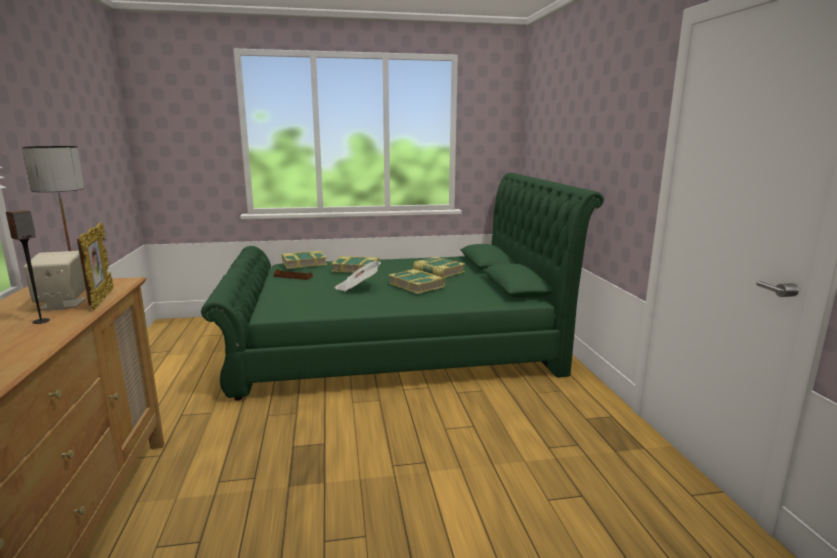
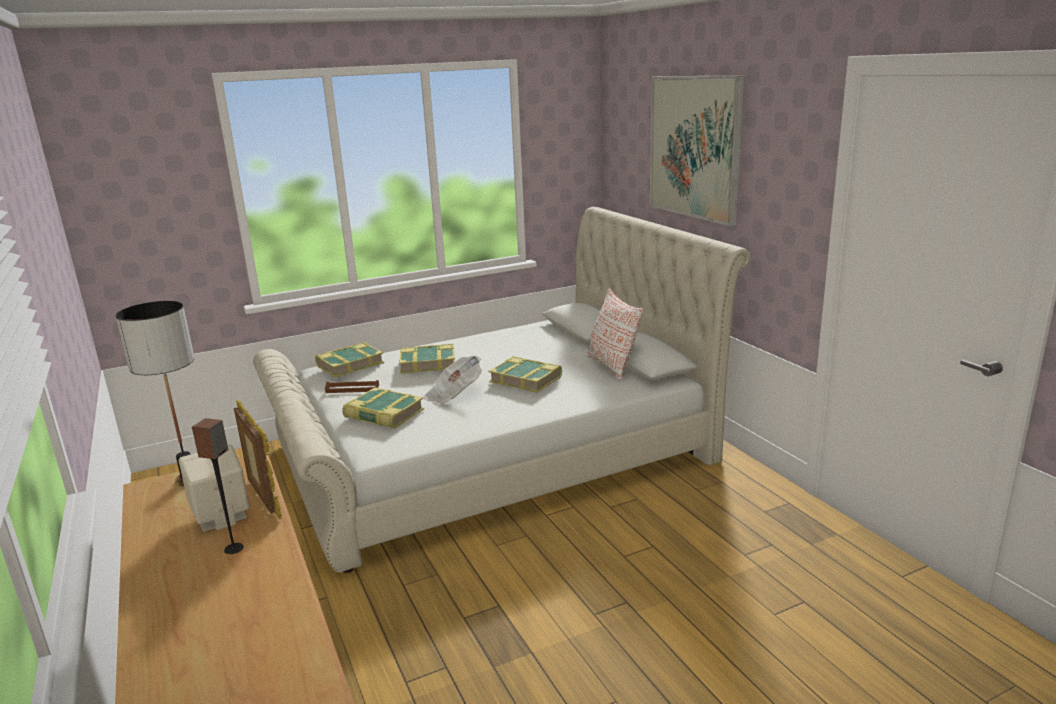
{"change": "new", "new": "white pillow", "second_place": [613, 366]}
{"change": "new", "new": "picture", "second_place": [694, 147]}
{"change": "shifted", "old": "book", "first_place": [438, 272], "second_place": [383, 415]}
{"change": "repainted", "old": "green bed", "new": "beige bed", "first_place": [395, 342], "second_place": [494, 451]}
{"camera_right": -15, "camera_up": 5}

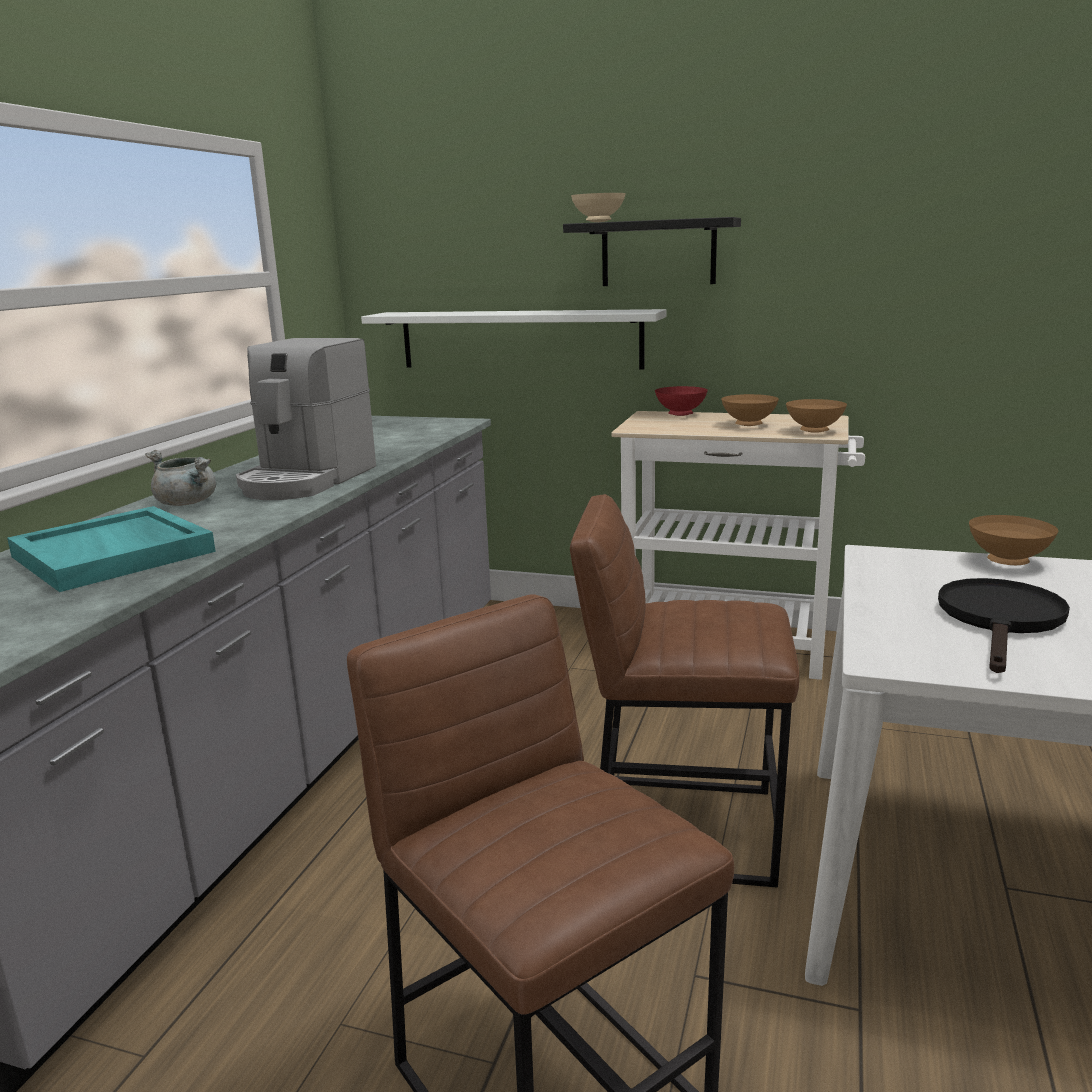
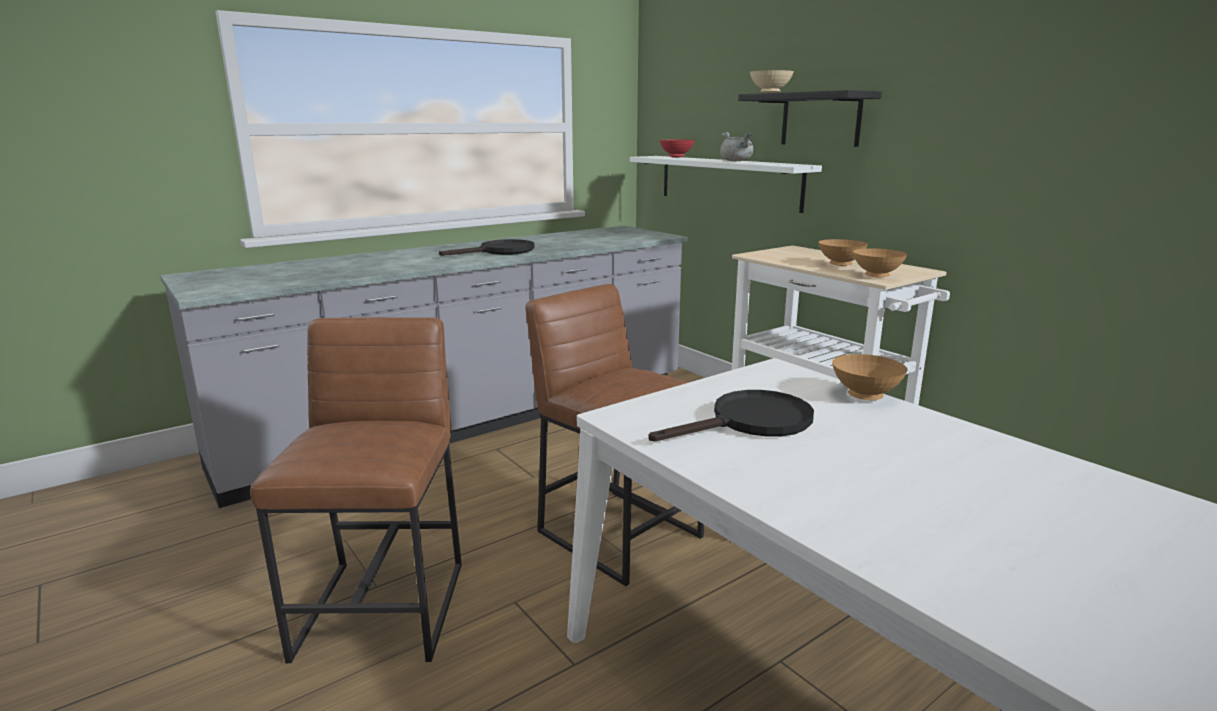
{"change": "gone", "old": "turquoise tray", "first_place": [115, 554]}
{"change": "shifted", "old": "grey cooking pot", "first_place": [187, 503], "second_place": [736, 161]}
{"change": "shifted", "old": "red bowl", "first_place": [679, 415], "second_place": [675, 157]}
{"change": "swapped", "old": "coffee machine", "new": "black frying pan", "first_place": [307, 480], "second_place": [500, 251]}
{"camera_right": 35, "camera_up": 0}

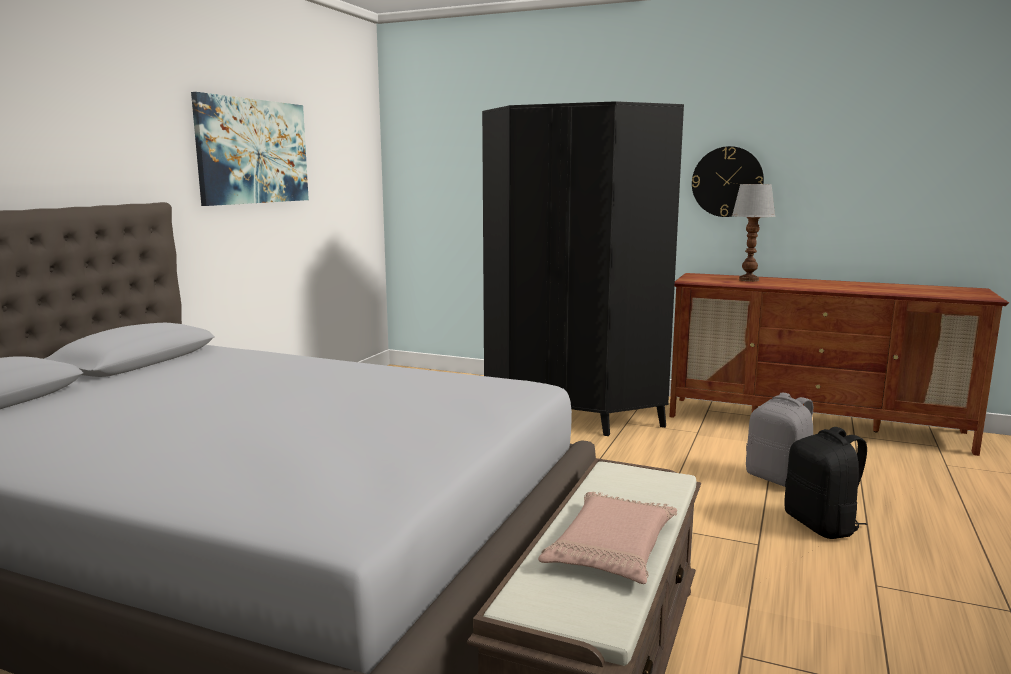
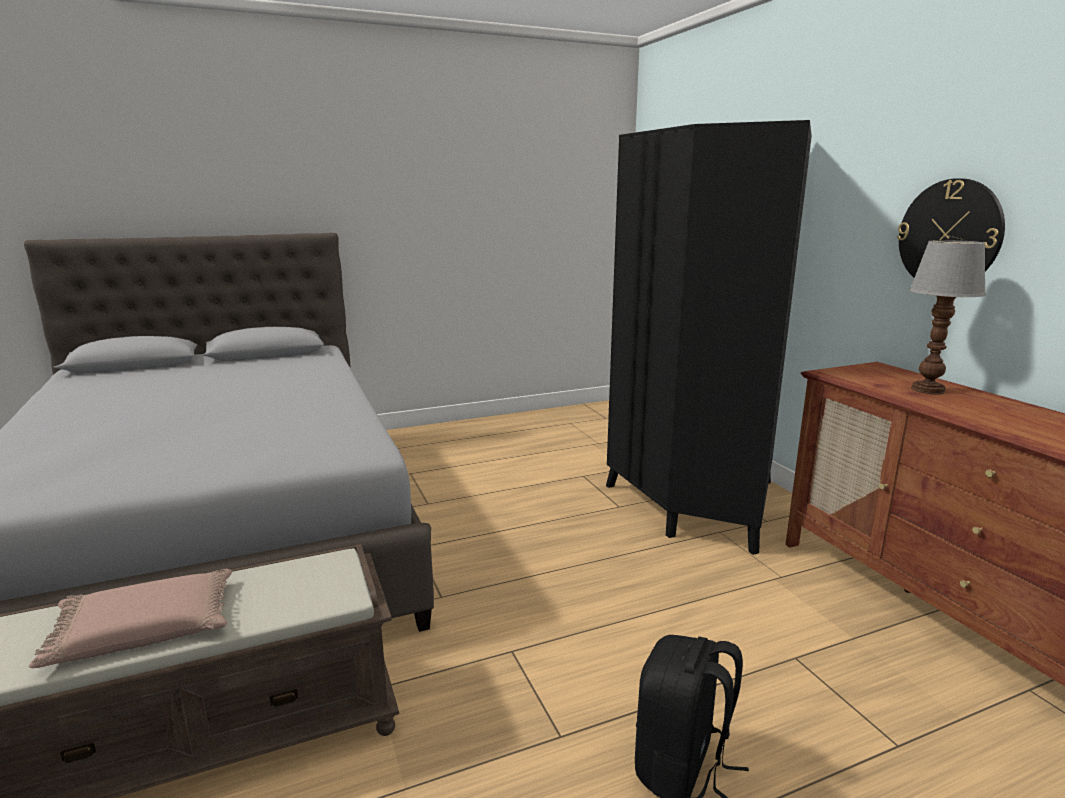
{"change": "gone", "old": "picture", "first_place": [253, 151]}
{"change": "gone", "old": "grey backpack", "first_place": [779, 479]}
{"camera_right": 45, "camera_up": 5}

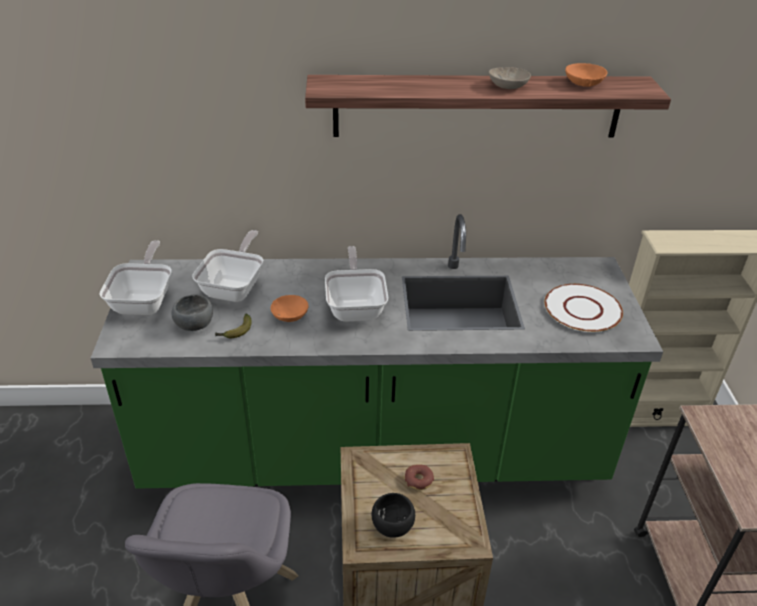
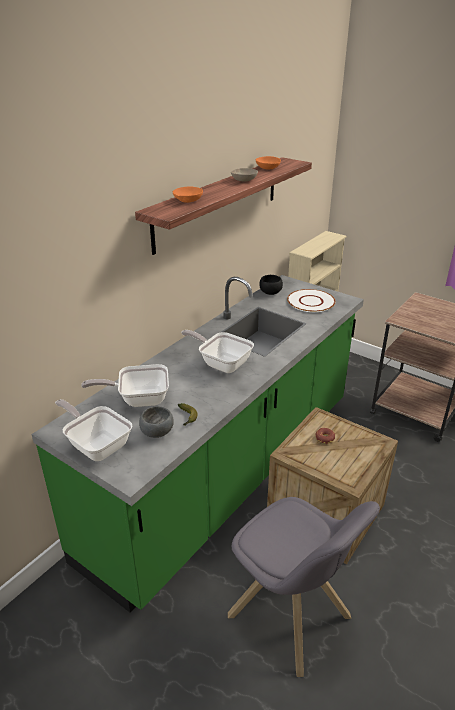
{"change": "shifted", "old": "orange bowl", "first_place": [291, 316], "second_place": [189, 200]}
{"change": "shifted", "old": "black bowl", "first_place": [393, 524], "second_place": [270, 292]}
{"change": "rotated", "old": "frying pan", "first_place": [235, 287], "second_place": [138, 399], "degrees": -60}
{"camera_right": -50, "camera_up": -5}

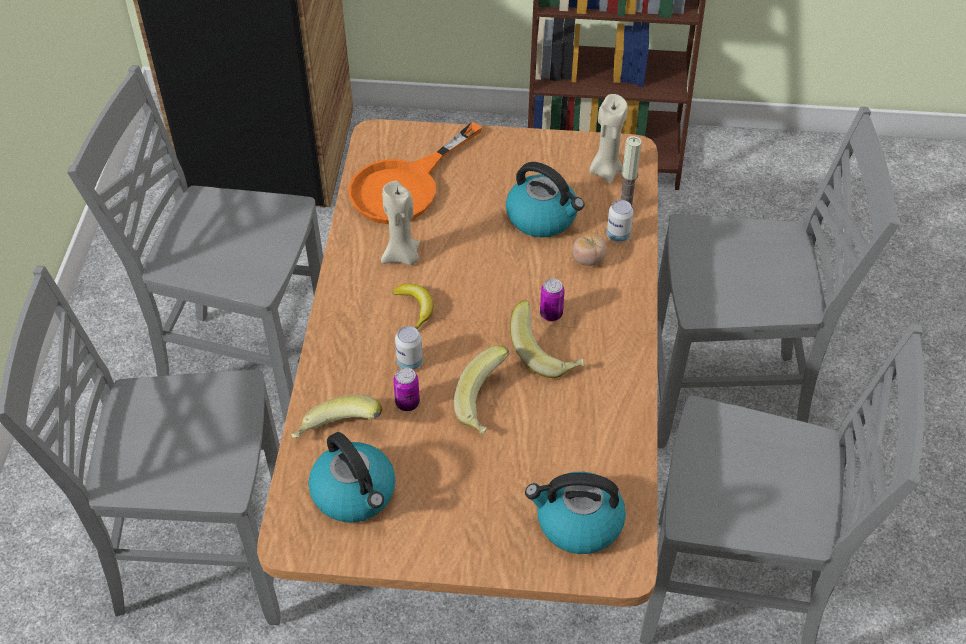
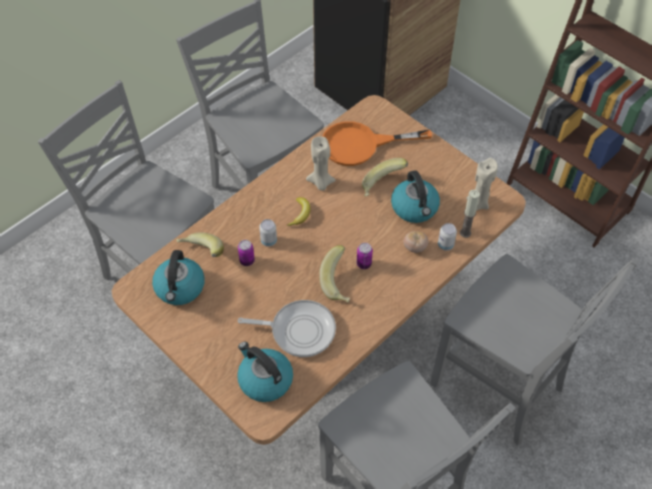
{"change": "new", "new": "frying pan", "second_place": [299, 330]}
{"change": "shifted", "old": "banana", "first_place": [486, 404], "second_place": [383, 186]}
{"camera_right": 40, "camera_up": 5}

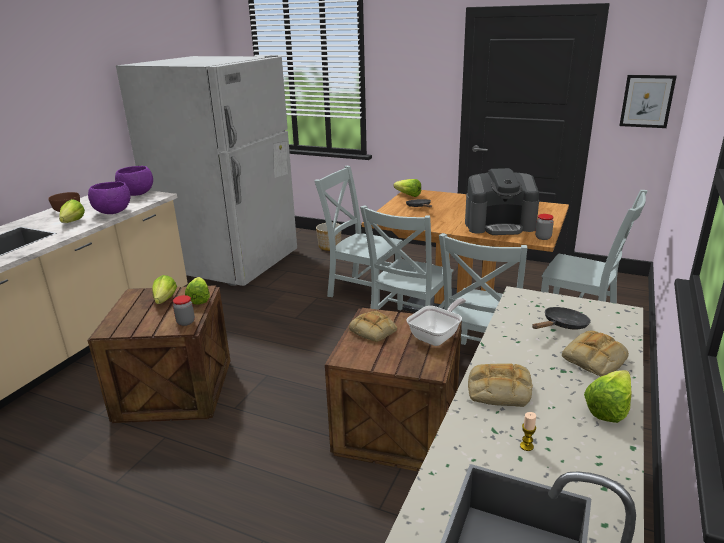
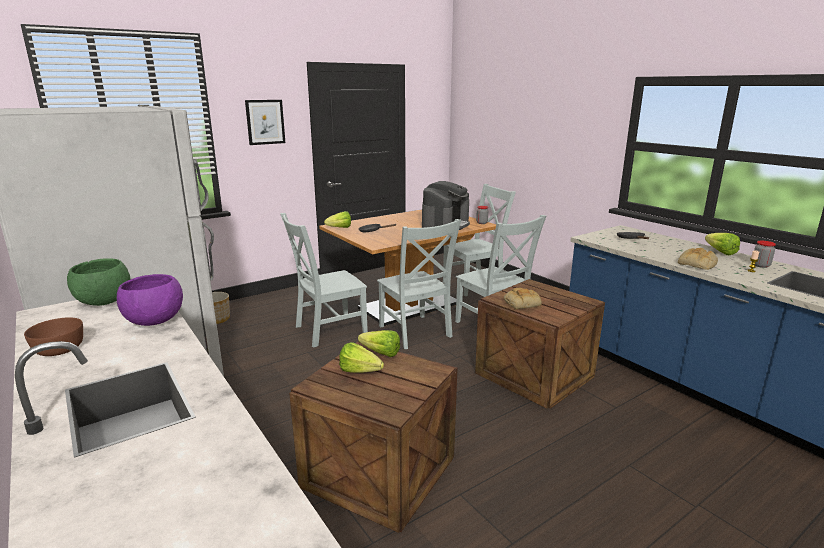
{"change": "gone", "old": "lettuce", "first_place": [70, 223]}
{"change": "gone", "old": "frying pan", "first_place": [437, 336]}
{"change": "gone", "old": "bread", "first_place": [595, 360]}
{"change": "shifted", "old": "jar", "first_place": [185, 322], "second_place": [760, 265]}
{"change": "shifted", "old": "picture", "first_place": [647, 101], "second_place": [265, 122]}
{"change": "repainted", "old": "purple bowl", "new": "green bowl", "first_place": [137, 194], "second_place": [104, 302]}
{"camera_right": -60, "camera_up": -5}

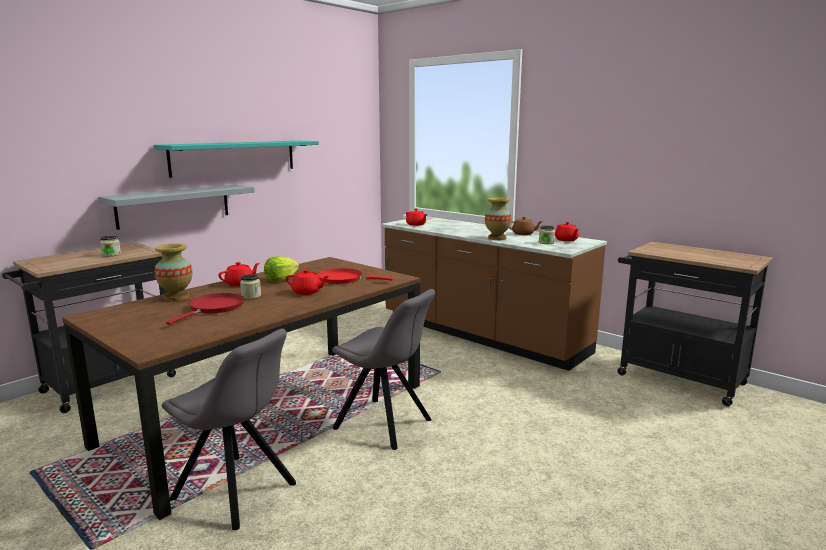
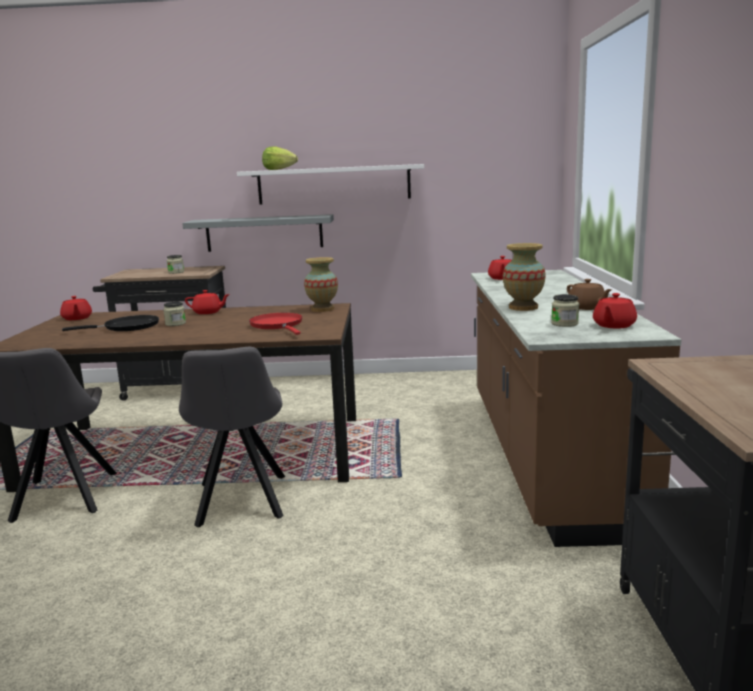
{"change": "shifted", "old": "vase", "first_place": [176, 297], "second_place": [322, 309]}
{"change": "shifted", "old": "lettuce", "first_place": [281, 279], "second_place": [278, 169]}
{"change": "shifted", "old": "red teapot", "first_place": [307, 292], "second_place": [77, 318]}
{"change": "repainted", "old": "turquoise shelf", "new": "white shelf", "first_place": [234, 157], "second_place": [334, 184]}
{"change": "repainted", "old": "red frying pan", "new": "black frying pan", "first_place": [214, 308], "second_place": [127, 327]}
{"camera_right": 50, "camera_up": 0}

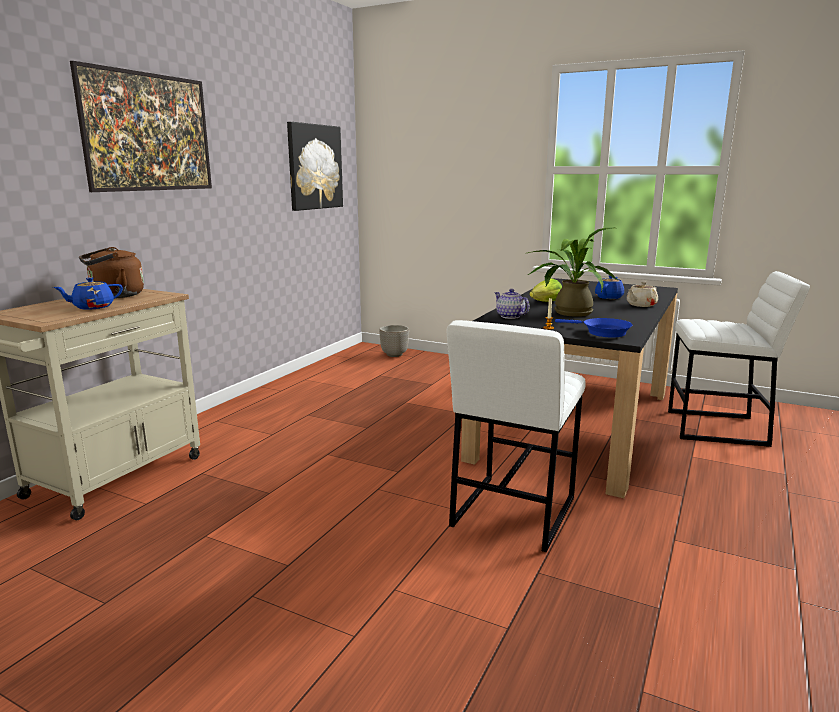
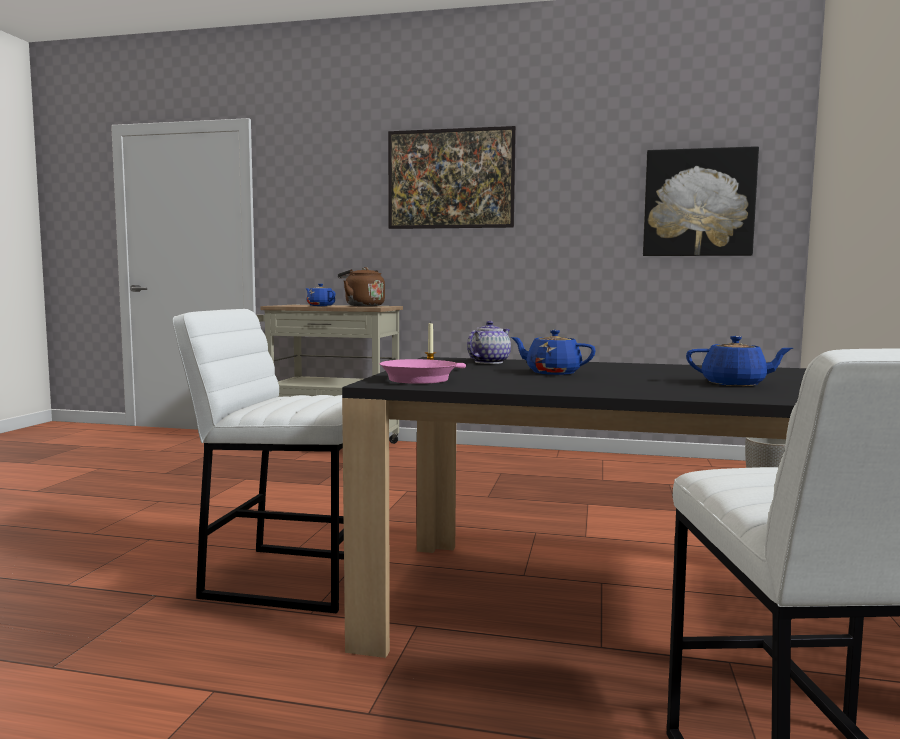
{"change": "gone", "old": "lettuce", "first_place": [546, 302]}
{"change": "gone", "old": "beige teapot", "first_place": [640, 305]}
{"change": "swapped", "old": "potted plant", "new": "blue teapot", "first_place": [568, 312], "second_place": [552, 373]}
{"change": "repainted", "old": "blue frying pan", "new": "pink frying pan", "first_place": [602, 332], "second_place": [422, 379]}
{"camera_right": 75, "camera_up": -10}

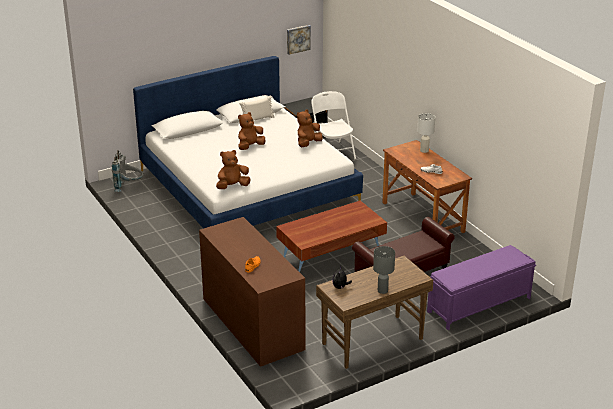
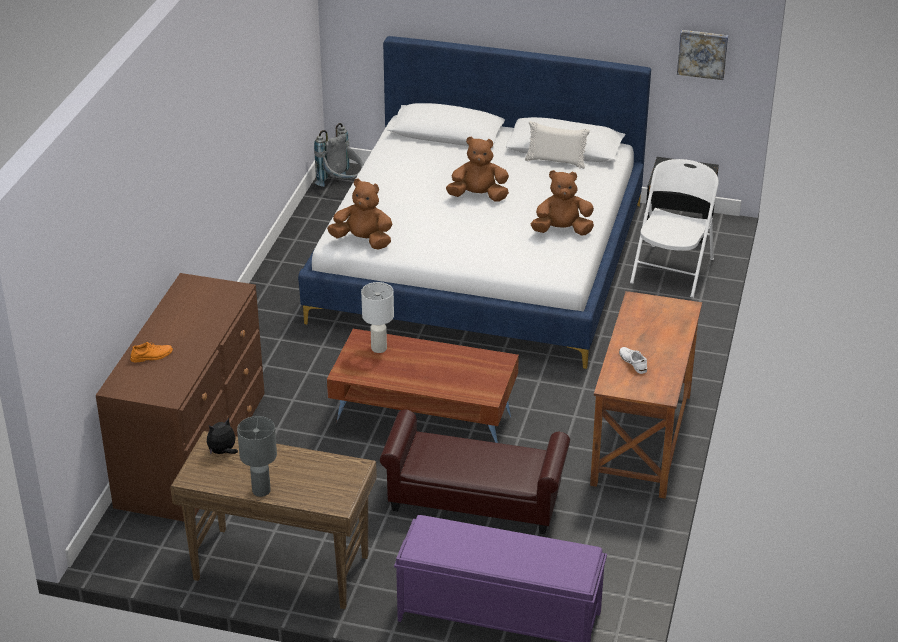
{"change": "shifted", "old": "white table lamp", "first_place": [424, 150], "second_place": [379, 348]}
{"camera_right": 45, "camera_up": 5}

